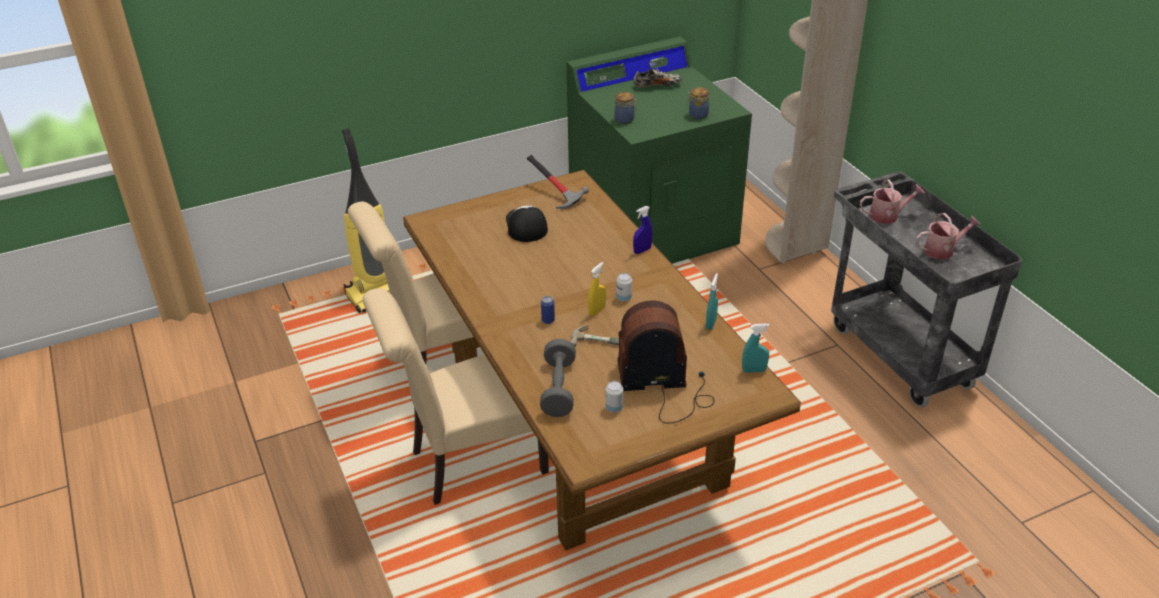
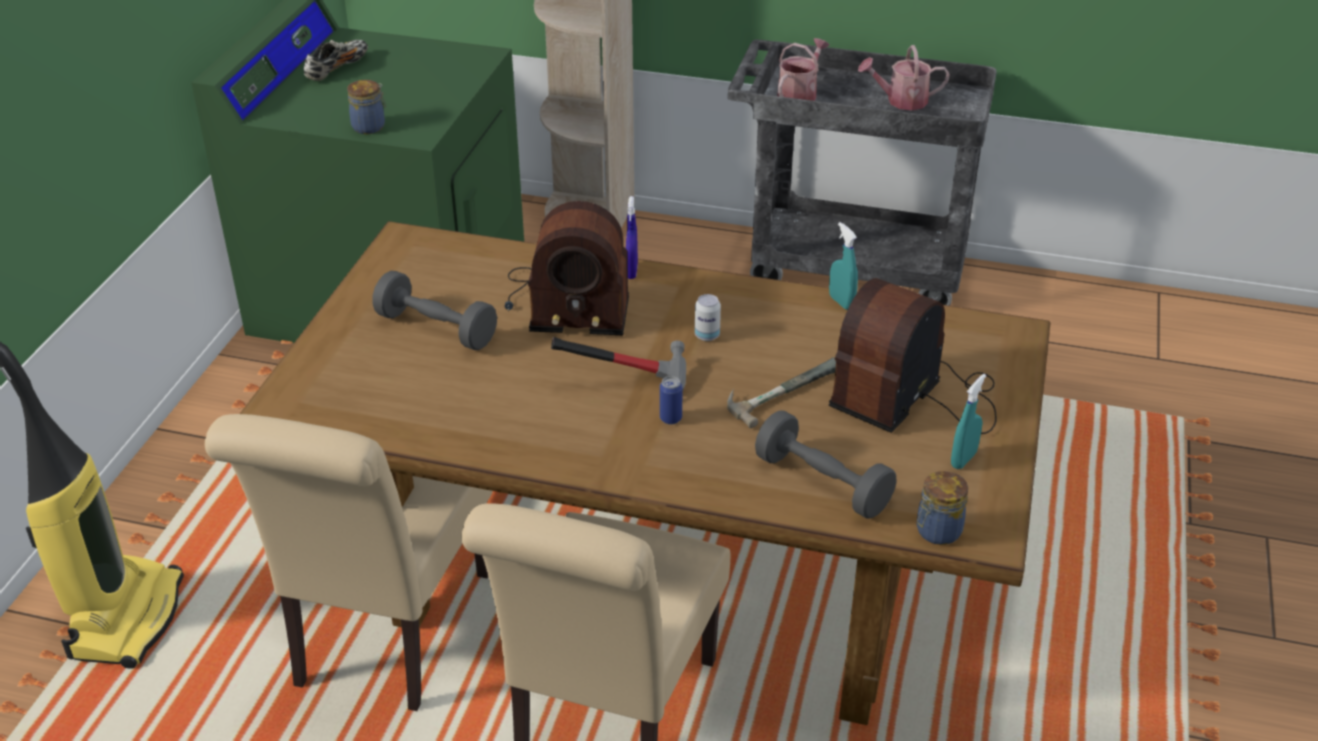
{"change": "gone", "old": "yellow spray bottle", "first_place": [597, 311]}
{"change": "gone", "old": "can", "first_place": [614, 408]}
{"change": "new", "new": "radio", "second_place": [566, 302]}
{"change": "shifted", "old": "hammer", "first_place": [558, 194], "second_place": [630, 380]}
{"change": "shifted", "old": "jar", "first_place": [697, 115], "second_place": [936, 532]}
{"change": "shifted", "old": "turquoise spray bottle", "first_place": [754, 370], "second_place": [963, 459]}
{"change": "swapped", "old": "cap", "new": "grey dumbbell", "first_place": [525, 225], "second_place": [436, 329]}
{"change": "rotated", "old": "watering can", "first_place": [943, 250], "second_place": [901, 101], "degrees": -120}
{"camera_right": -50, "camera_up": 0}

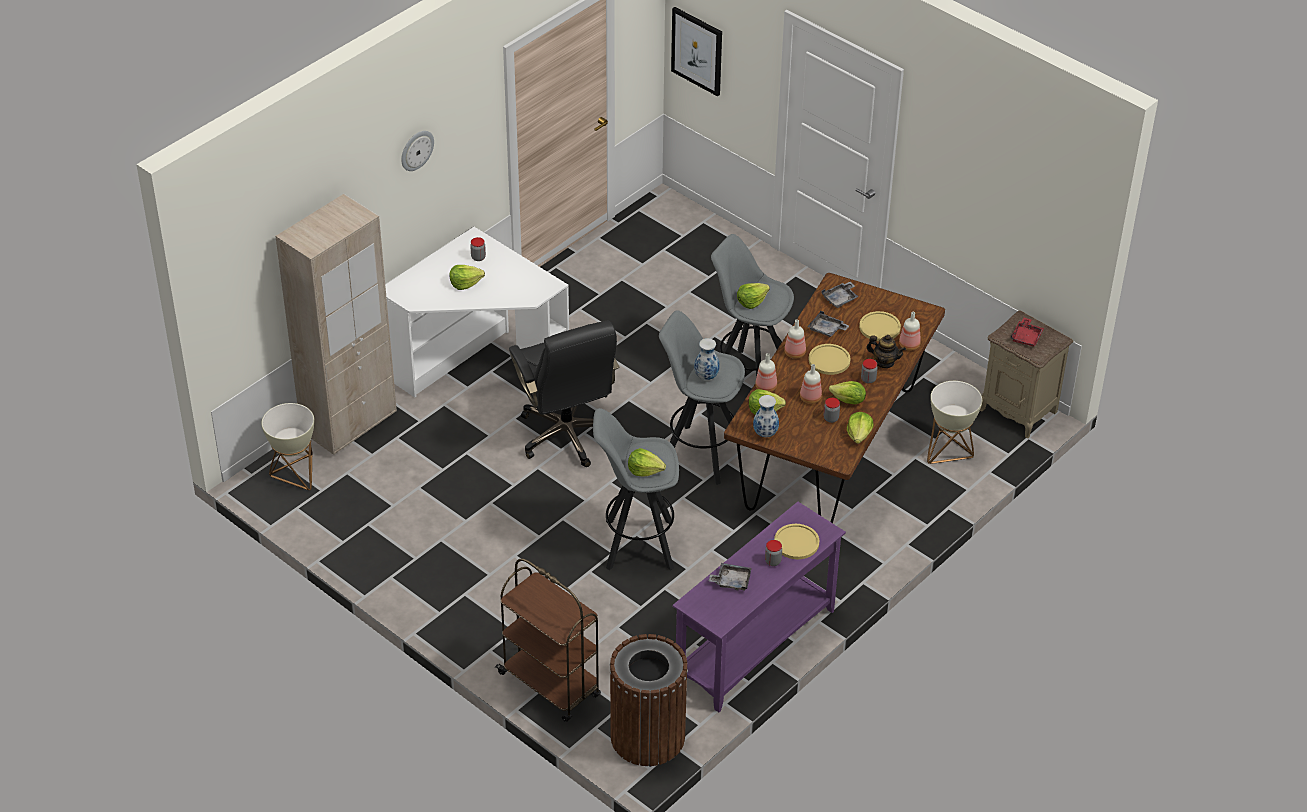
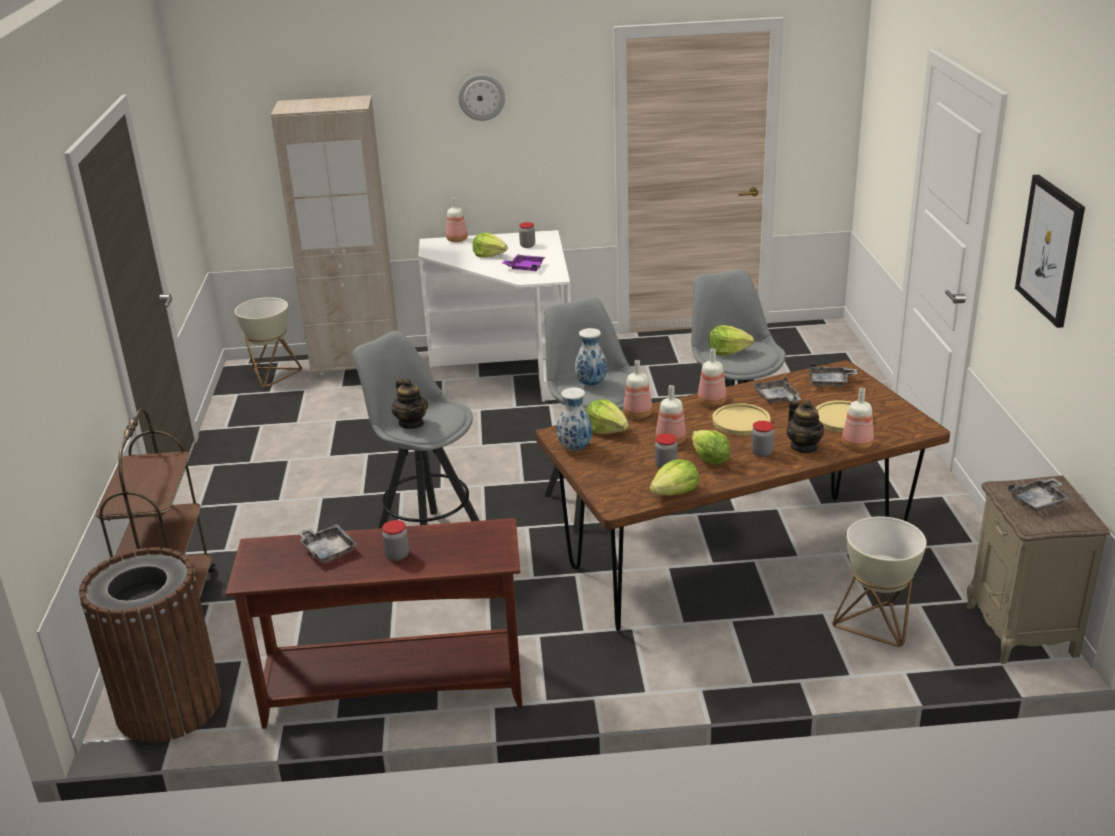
{"change": "gone", "old": "black office chair", "first_place": [565, 432]}
{"change": "gone", "old": "yellow plate", "first_place": [796, 542]}
{"change": "new", "new": "bottle", "second_place": [457, 240]}
{"change": "new", "new": "purple tray", "second_place": [525, 268]}
{"change": "shifted", "old": "picture", "first_place": [697, 50], "second_place": [1050, 250]}
{"change": "swapped", "old": "lettuce", "new": "teapot", "first_place": [645, 470], "second_place": [411, 423]}
{"change": "repainted", "old": "purple console table", "new": "brown console table", "first_place": [755, 646], "second_place": [393, 690]}
{"change": "repainted", "old": "red tray", "new": "grey tray", "first_place": [1026, 337], "second_place": [1039, 501]}
{"camera_right": 45, "camera_up": -15}

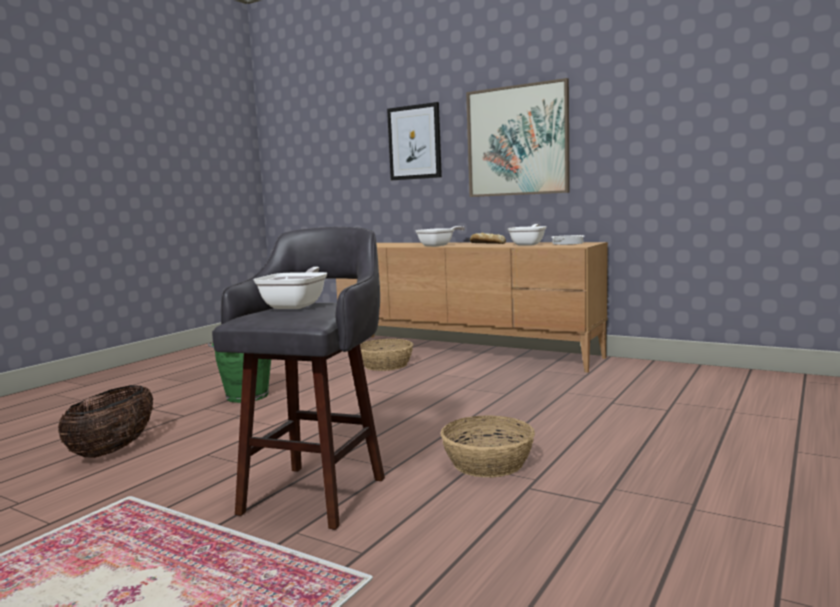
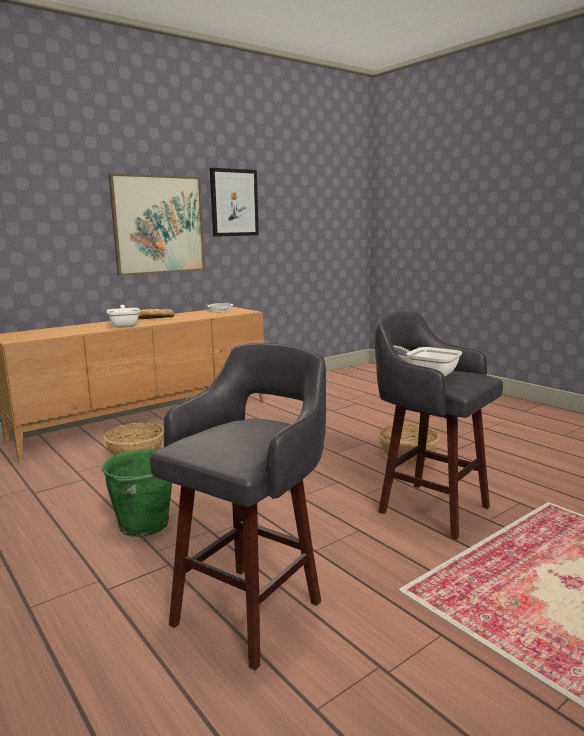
{"change": "gone", "old": "frying pan", "first_place": [529, 244]}
{"change": "shifted", "old": "picture", "first_place": [415, 142], "second_place": [234, 203]}
{"change": "swapped", "old": "basket", "new": "grey stool", "first_place": [113, 450], "second_place": [252, 610]}
{"camera_right": -70, "camera_up": 5}

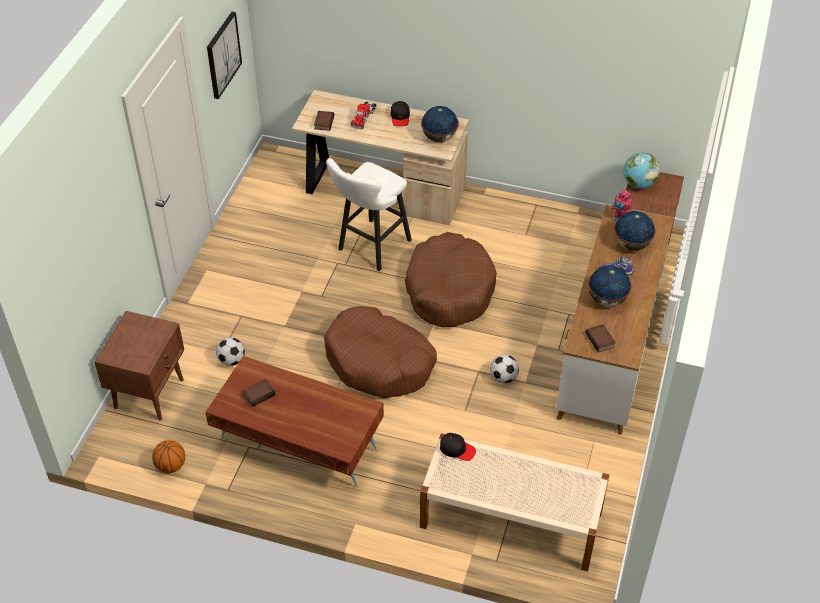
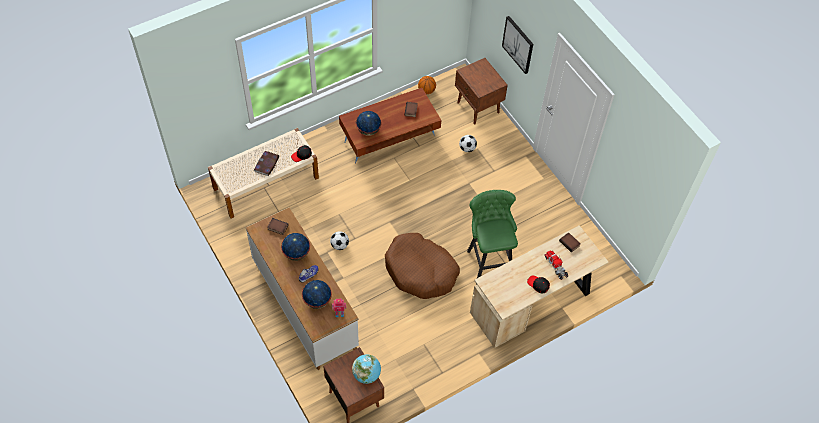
{"change": "gone", "old": "brown dog bed", "first_place": [379, 362]}
{"change": "new", "new": "book", "second_place": [266, 164]}
{"change": "shifted", "old": "picture", "first_place": [222, 55], "second_place": [518, 44]}
{"change": "shifted", "old": "globe", "first_place": [439, 138], "second_place": [368, 130]}
{"change": "repainted", "old": "white stool", "new": "green stool", "first_place": [369, 249], "second_place": [488, 259]}
{"camera_right": 130, "camera_up": 10}

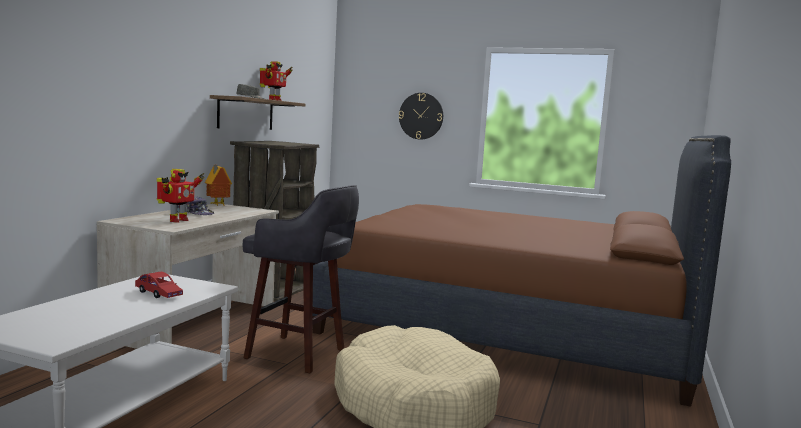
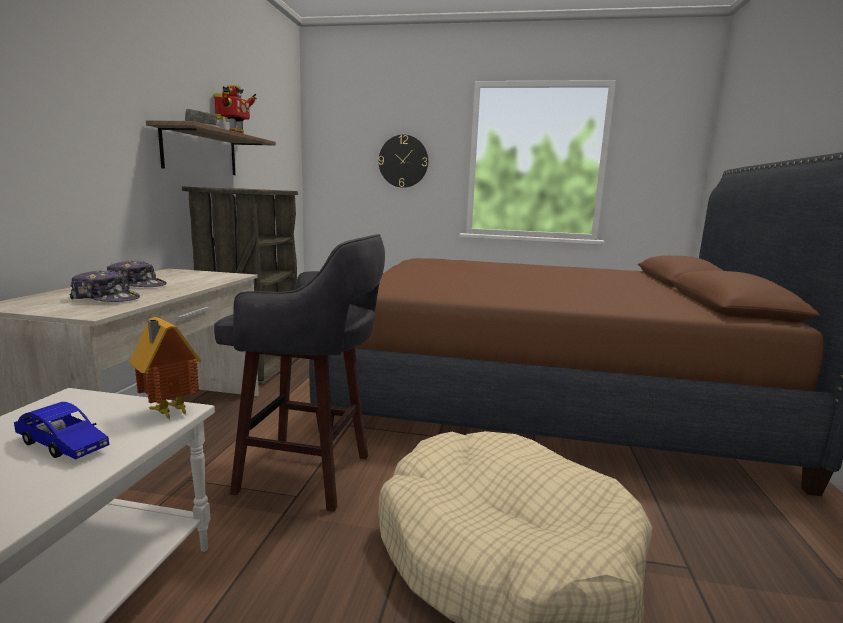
{"change": "shifted", "old": "toy house", "first_place": [217, 205], "second_place": [167, 413]}
{"change": "swapped", "old": "toy robot", "new": "cap", "first_place": [177, 220], "second_place": [106, 299]}
{"change": "repainted", "old": "red toy car", "new": "blue toy car", "first_place": [158, 294], "second_place": [62, 445]}
{"camera_right": -10, "camera_up": 5}

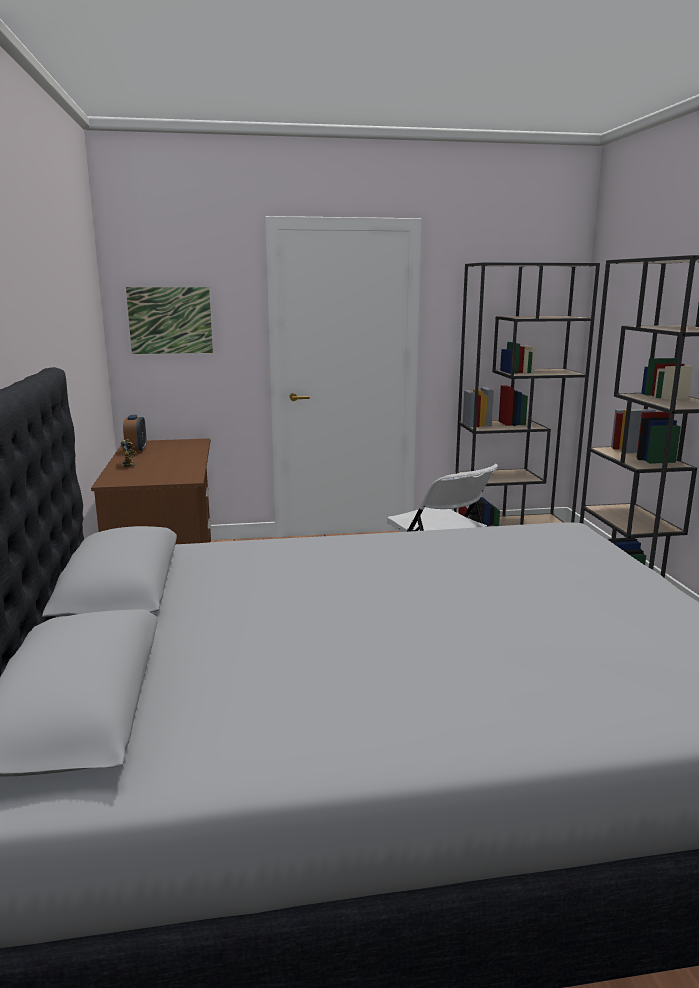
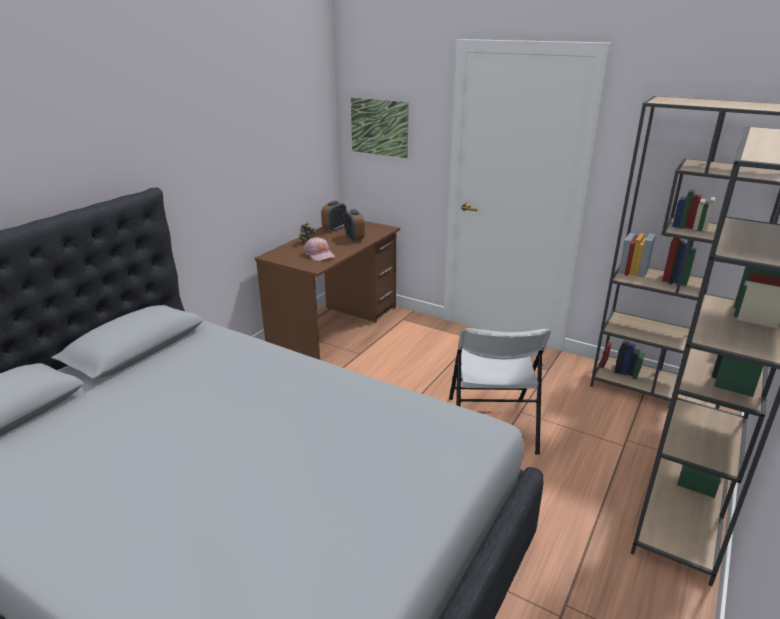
{"change": "new", "new": "pink cap", "second_place": [319, 254]}
{"change": "new", "new": "alarm clock", "second_place": [354, 238]}
{"camera_right": 40, "camera_up": 10}

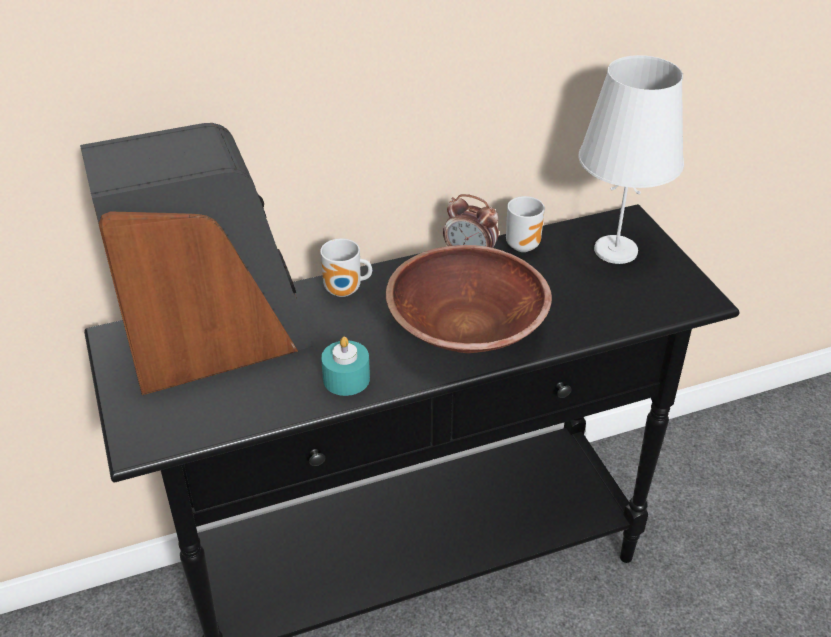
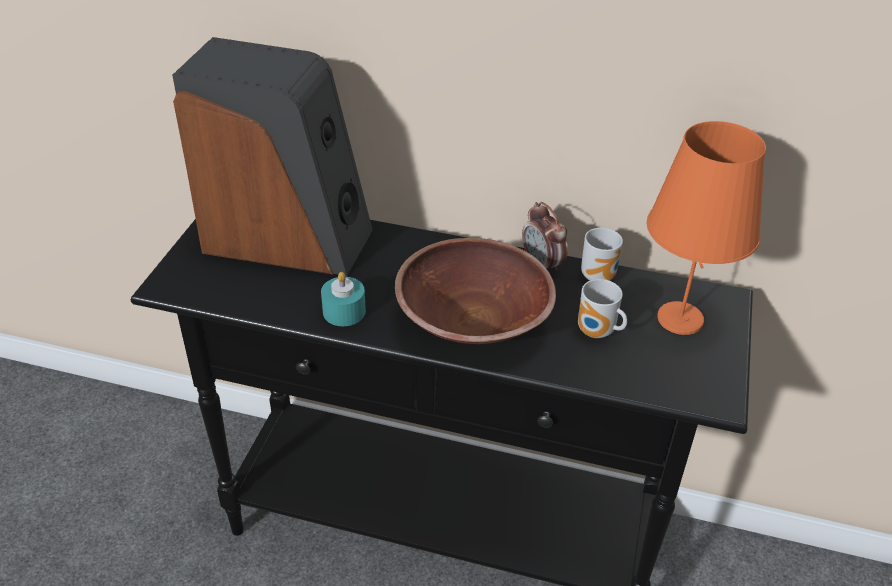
{"change": "shifted", "old": "mug", "first_place": [345, 292], "second_place": [597, 333]}
{"change": "repainted", "old": "white table lamp", "new": "orange table lamp", "first_place": [615, 250], "second_place": [679, 318]}
{"camera_right": 35, "camera_up": 0}

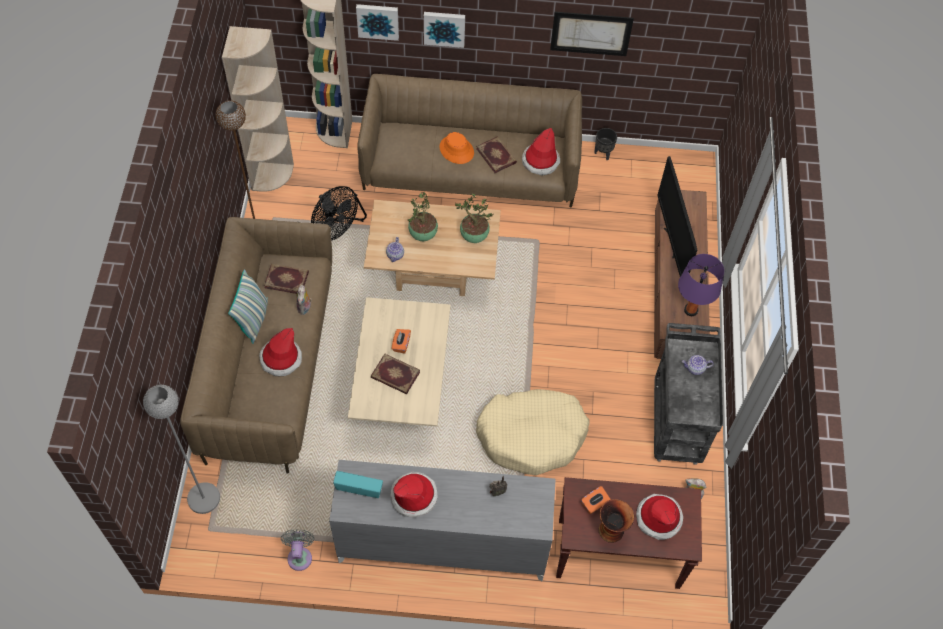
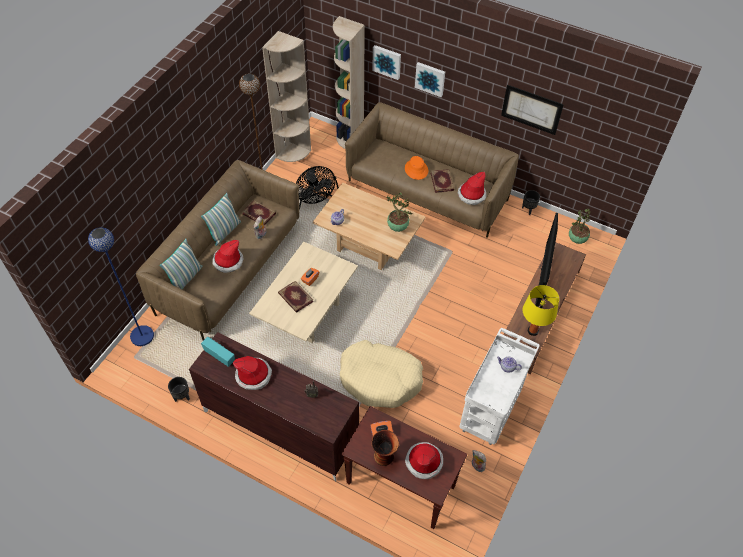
{"change": "new", "new": "pillow", "second_place": [186, 278]}
{"change": "shifted", "old": "potted plant", "first_place": [422, 235], "second_place": [576, 240]}
{"change": "swapped", "old": "grey fan", "new": "black planter", "first_place": [300, 556], "second_place": [182, 397]}
{"change": "repainted", "old": "grey floor lamp", "new": "blue floor lamp", "first_place": [203, 498], "second_place": [142, 336]}
{"change": "repainted", "old": "grey dresser", "new": "brown dresser", "first_place": [442, 543], "second_place": [280, 427]}
{"change": "repainted", "old": "black cart", "new": "white cart", "first_place": [676, 420], "second_place": [491, 408]}
{"change": "repainted", "old": "purple table lamp", "new": "yellow table lamp", "first_place": [691, 310], "second_place": [533, 331]}
{"camera_right": 25, "camera_up": -5}

